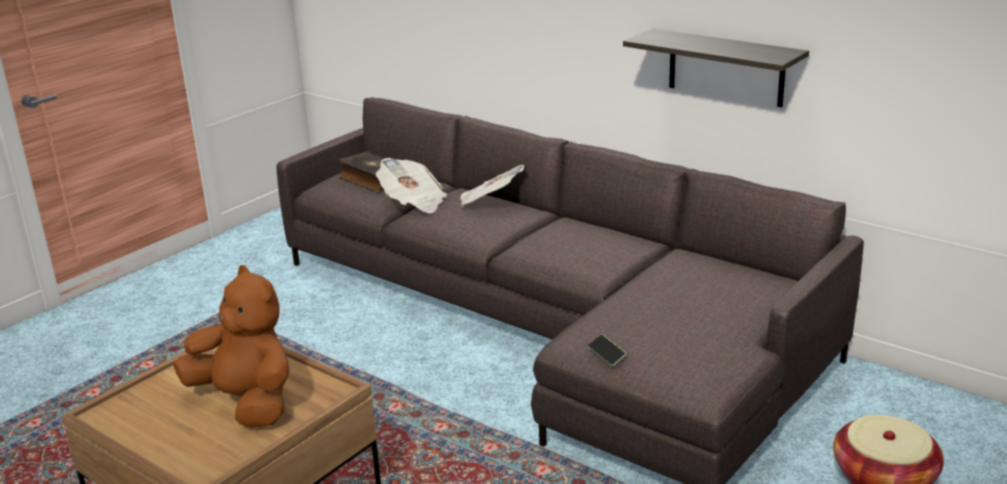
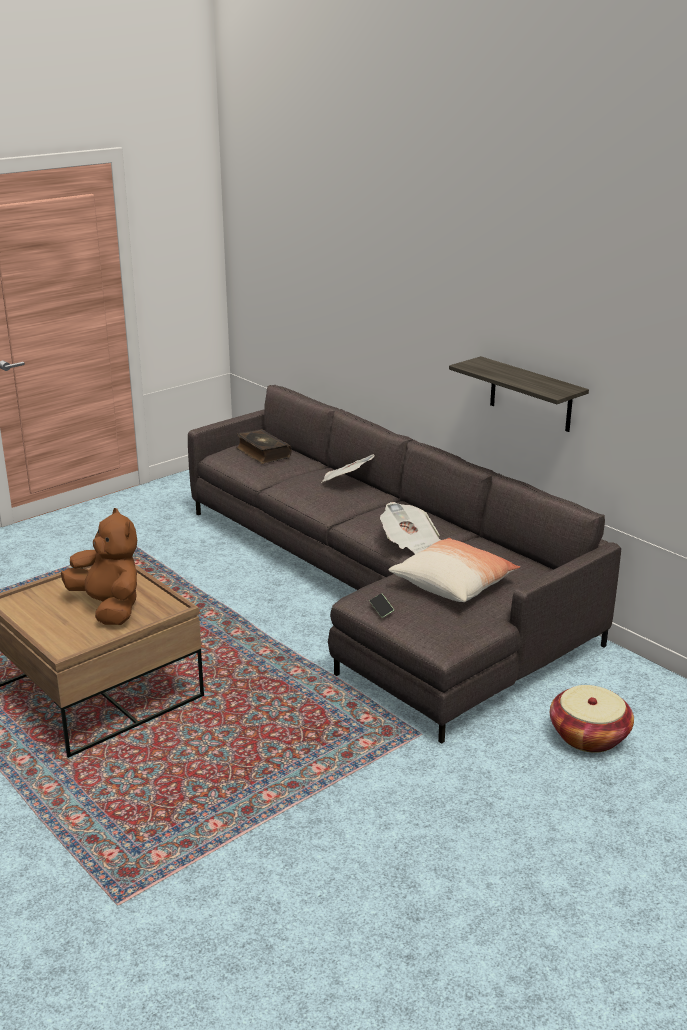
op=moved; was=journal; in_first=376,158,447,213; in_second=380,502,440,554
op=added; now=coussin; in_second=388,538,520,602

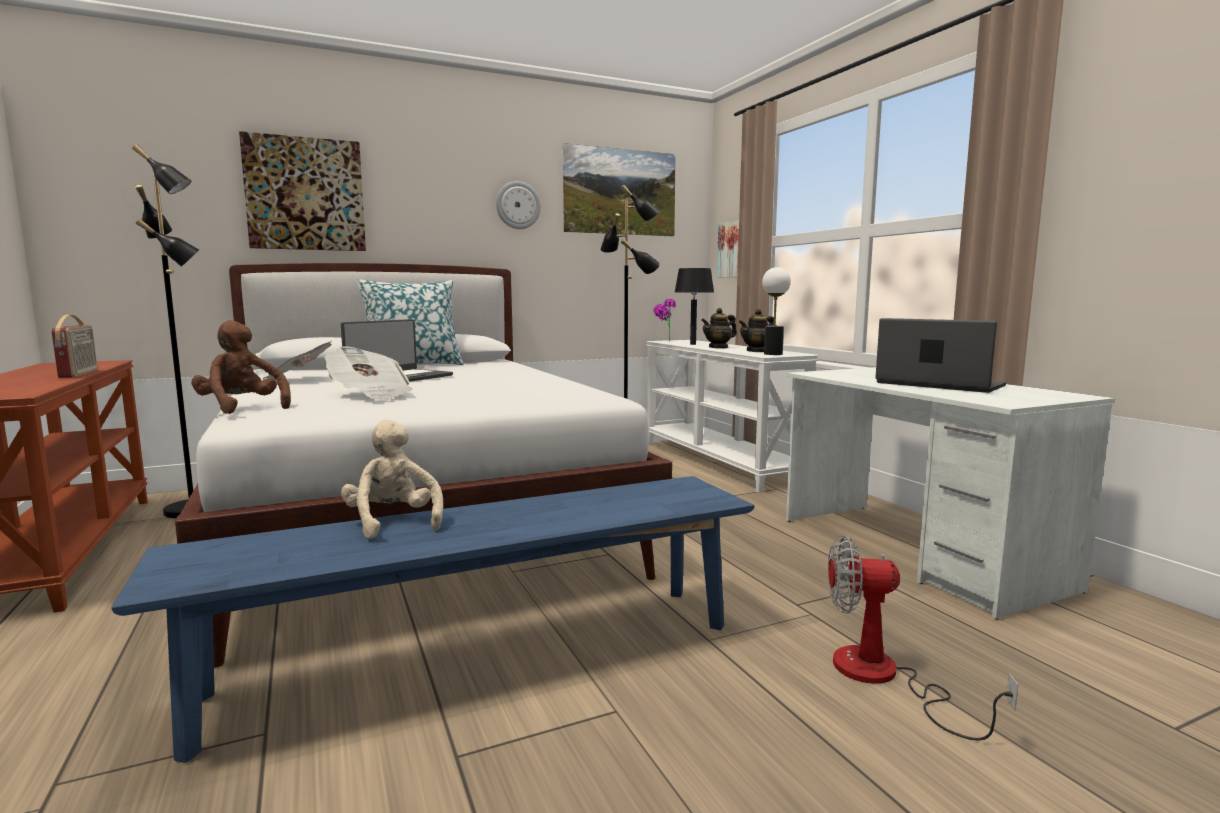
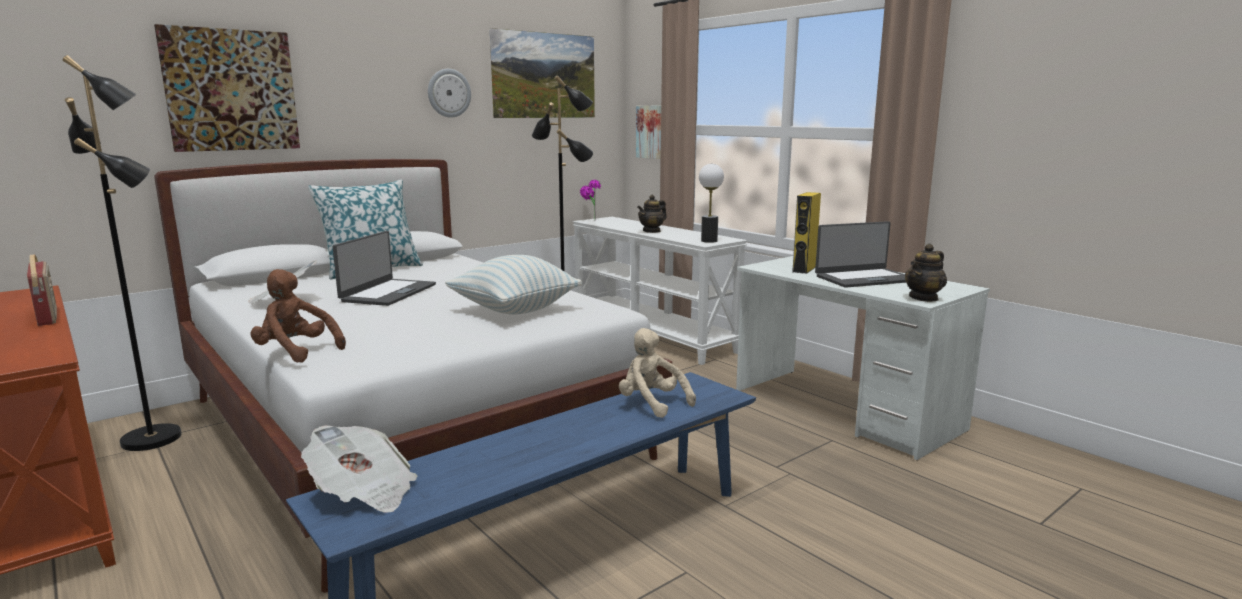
op=removed; was=lampe de table (noir); in_first=675,268,714,345
op=moved; was=théière; in_first=739,309,774,352; in_second=905,244,947,302
op=turned; was=ordinateur portable; in_first=875,318,1006,393; in_second=815,221,906,288; clockwise=135
op=moved; was=journal; in_first=324,346,413,401; in_second=301,425,417,513
op=moved; was=peluche (beige); in_first=341,420,443,539; in_second=619,328,696,418
op=removed; was=ventilateur; in_first=828,536,1019,740
op=added; now=enceinte (jaune); in_second=792,192,821,274
op=added; now=coussin; in_second=445,255,582,314

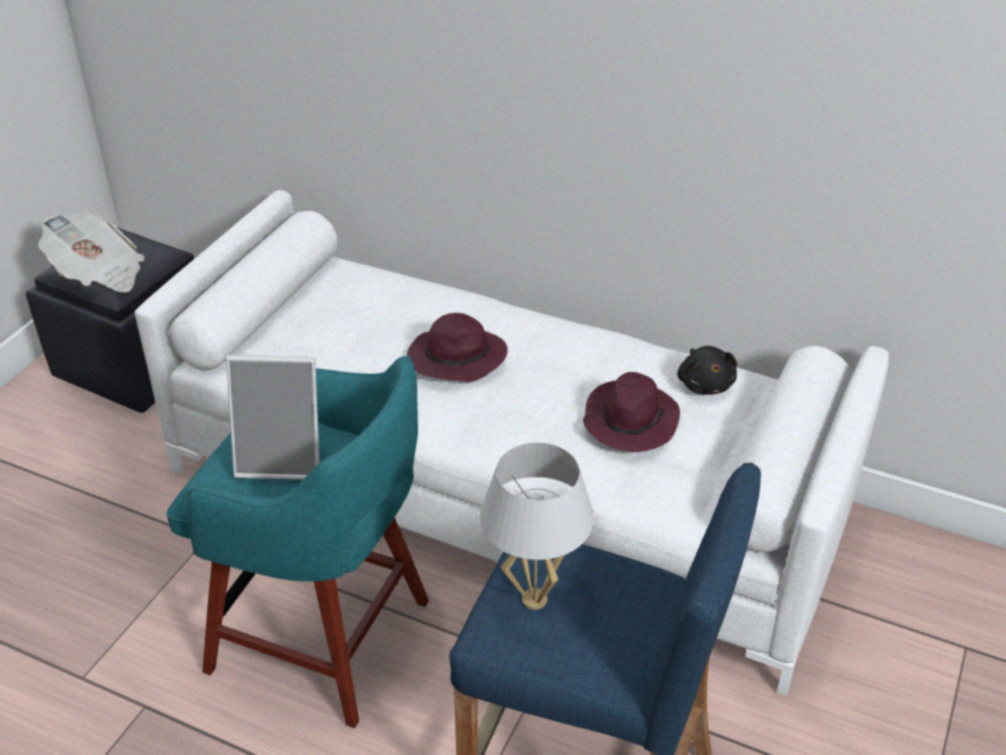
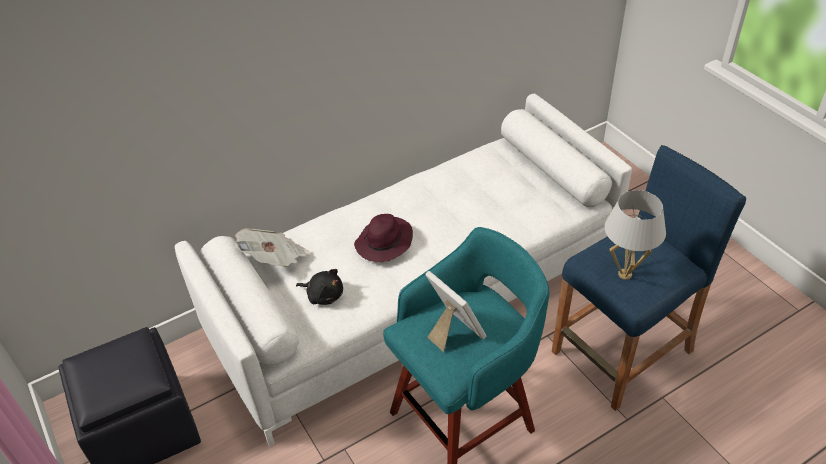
op=moved; was=journal; in_first=38,212,145,293; in_second=234,228,309,267
op=moved; was=peluche (noir); in_first=677,346,737,394; in_second=296,269,343,305
op=turned; was=cadre photo; in_first=226,355,319,480; in_second=425,271,486,352; clockwise=-75
op=removed; was=chapeau (violet); in_first=583,372,680,452

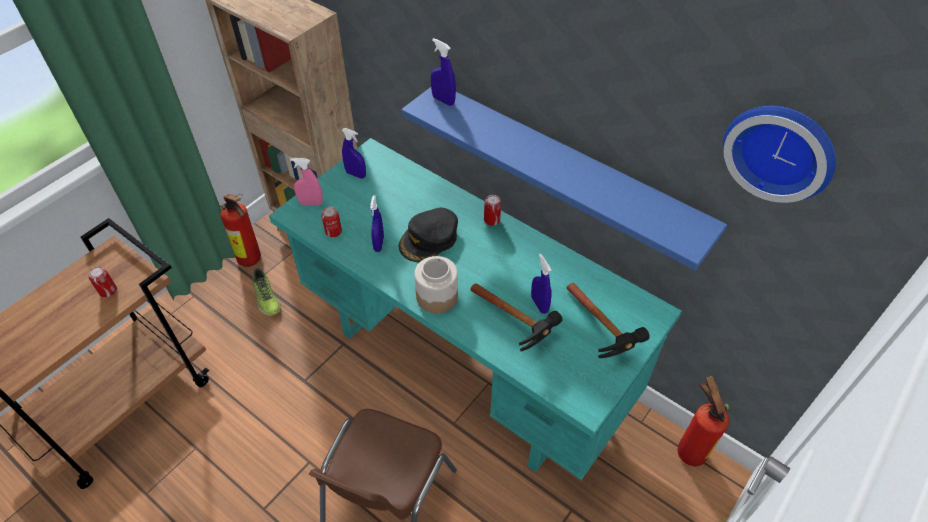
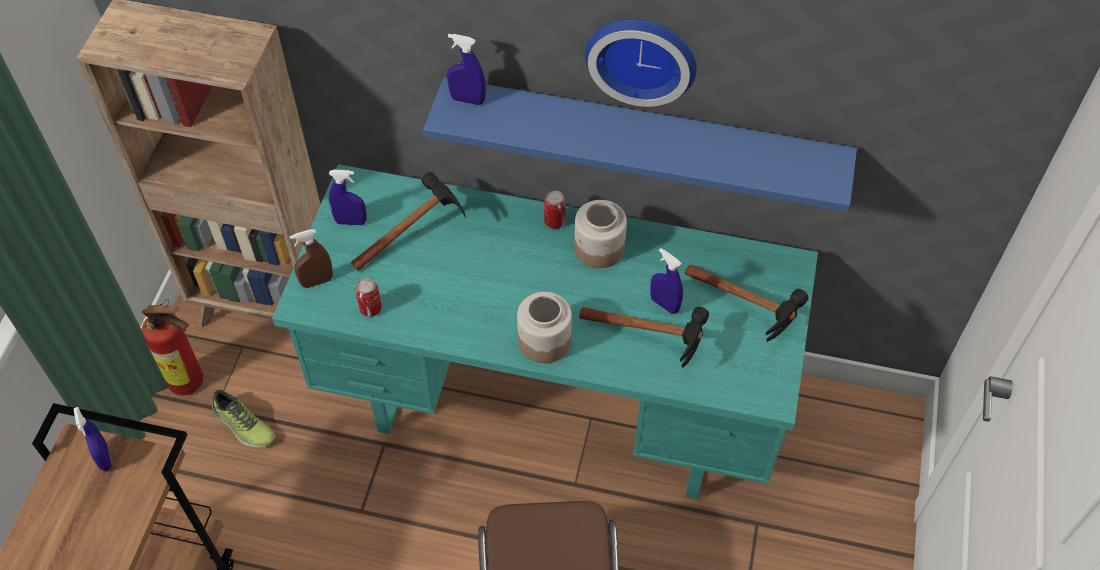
op=moved; was=horloge murale; in_first=723,106,836,203; in_second=585,19,697,107
op=recoloured; was=vaporisateur (rose); now=vaporisateur (marron); in_first=290,158,323,205; in_second=290,229,333,288
op=moved; was=vaporisateur (bleu); in_first=370,196,384,252; in_second=74,407,112,471
op=removed; was=casquette (noir); in_first=399,208,458,262
op=removed; was=boîte métallique; in_first=88,266,117,297
op=removed; was=extincteur; in_first=677,376,730,466
op=added; now=marteau; in_second=351,172,466,271
op=added; now=bocal; in_second=574,200,627,268

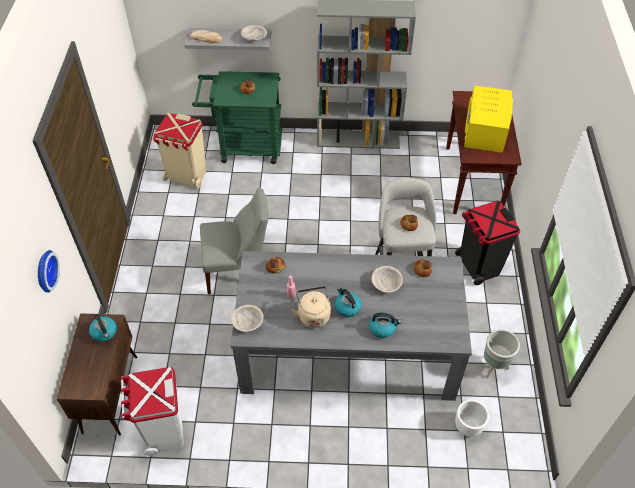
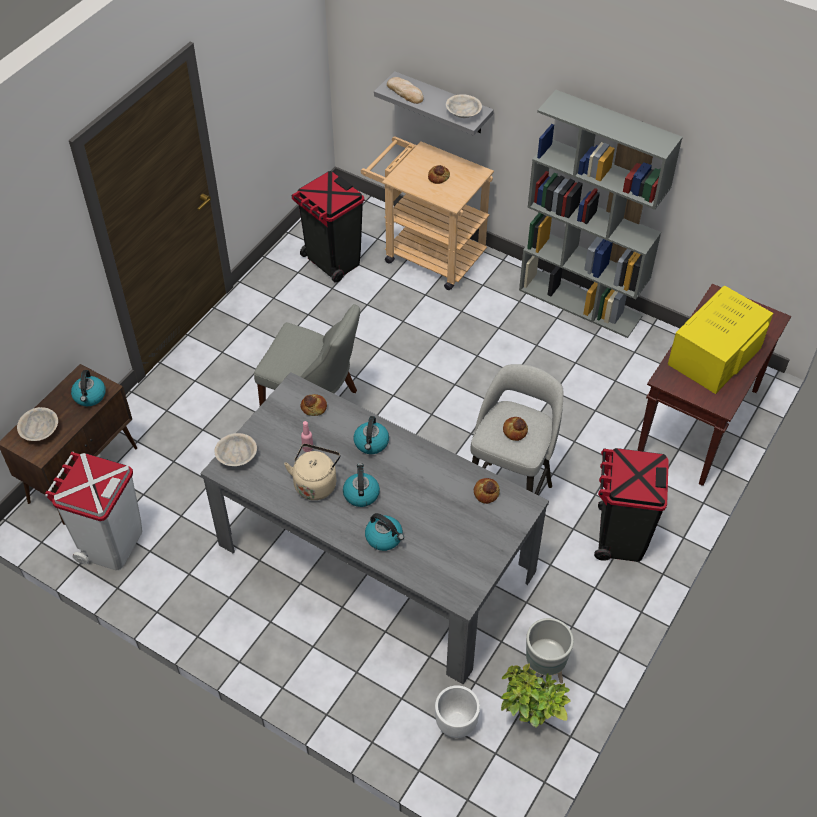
op=recoloured; was=chariot (vert); now=chariot (beige); in_first=192,71,282,164; in_second=361,136,494,290
op=recoloured; was=poubelle (beige); now=poubelle (noir); in_first=153,113,206,189; in_second=292,171,364,283
op=removed; was=horloge murale; in_first=38,250,60,293
op=moved; was=bol (beige); in_first=371,266,403,293; in_second=17,407,58,441
op=added; now=bouilloire; in_second=353,416,389,454
op=added; now=plante en pot; in_second=501,663,571,728

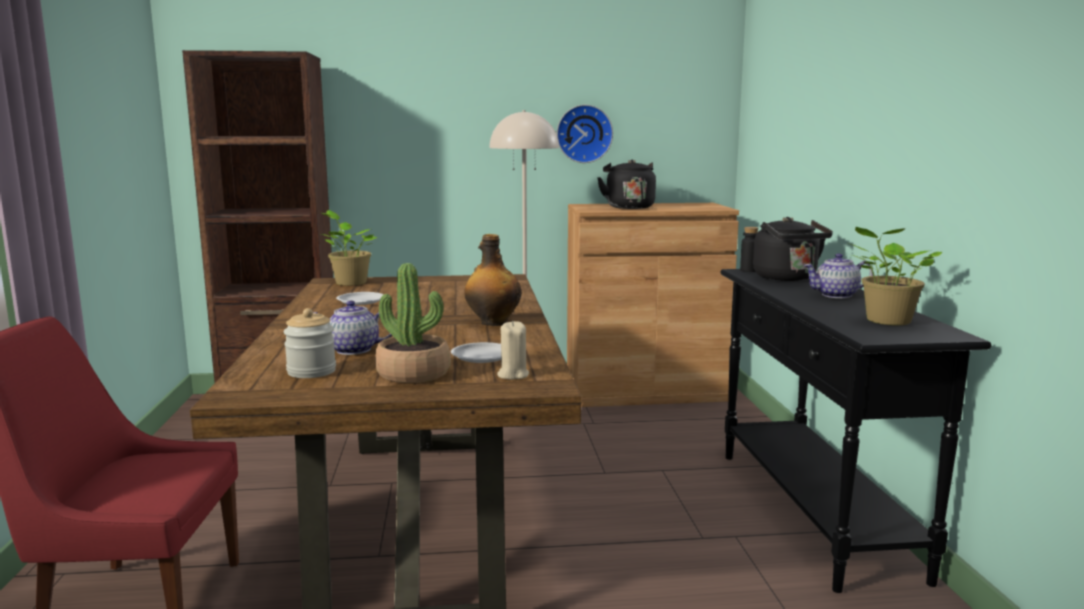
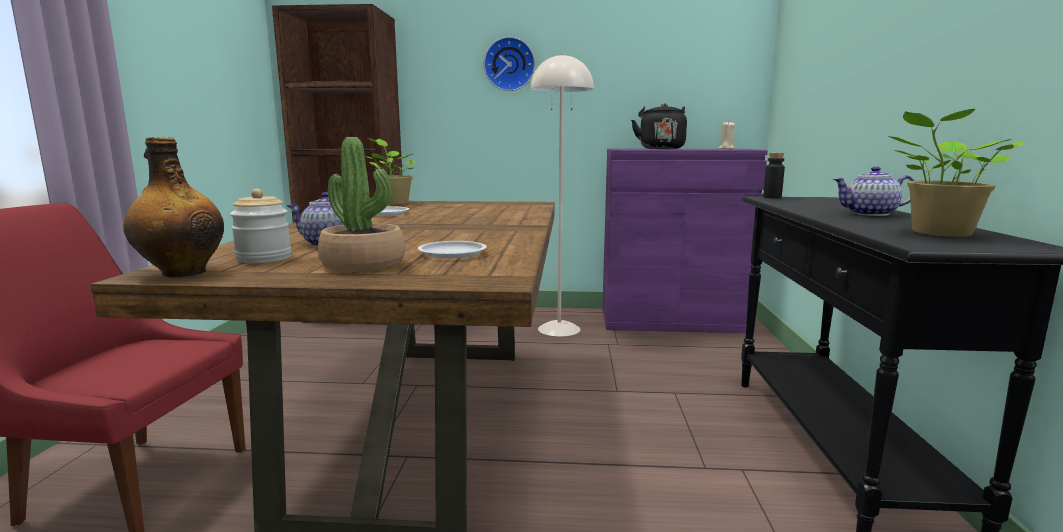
op=moved; was=horloge murale; in_first=557,105,613,163; in_second=484,37,535,91
op=recoloured; was=meuble de rangement (marron); now=meuble de rangement (violet); in_first=567,203,739,407; in_second=602,149,768,333
op=removed; was=bouilloire (noir); in_first=753,217,833,281
op=moved; was=bouteille; in_first=464,234,522,326; in_second=123,137,224,277
op=moved; was=bougie (beige); in_first=497,321,529,380; in_second=718,121,735,149

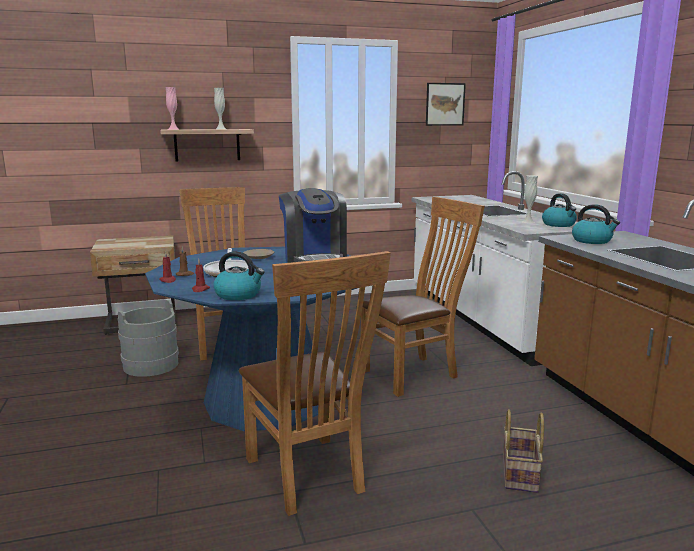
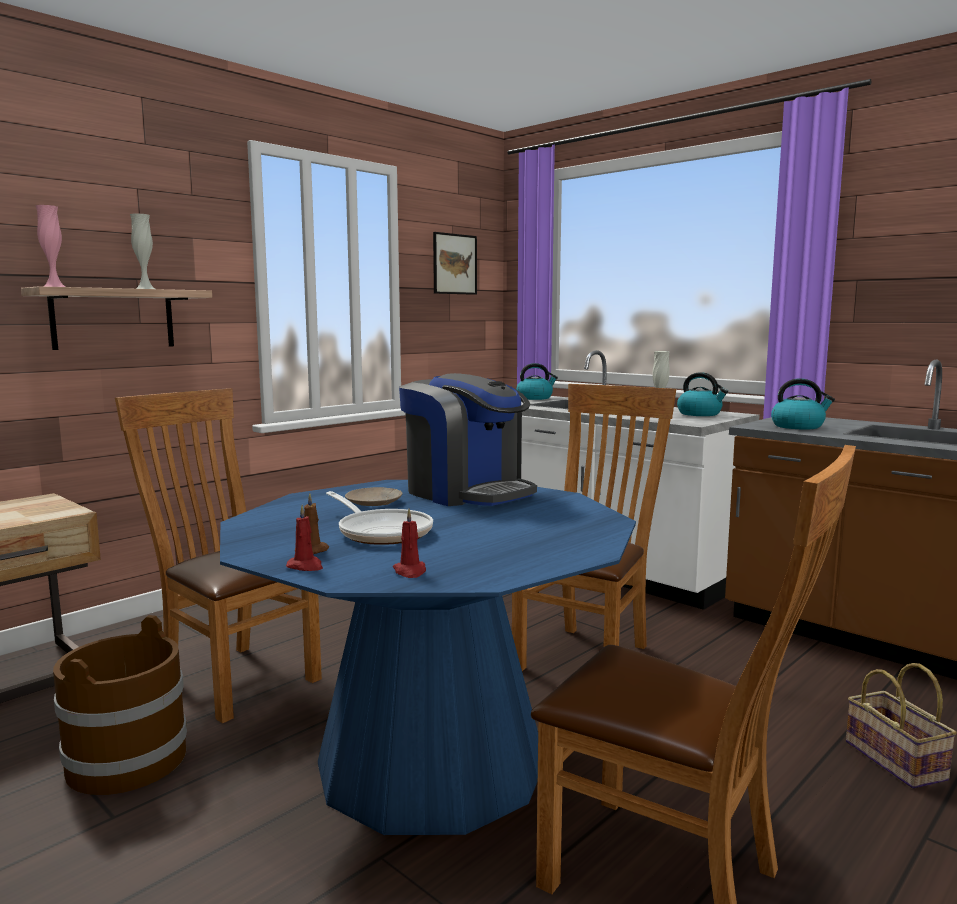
op=moved; was=bouilloire; in_first=213,251,265,300; in_second=516,363,558,400
op=recoloured; was=seau (gris); now=seau (marron); in_first=118,299,179,377; in_second=53,615,187,795

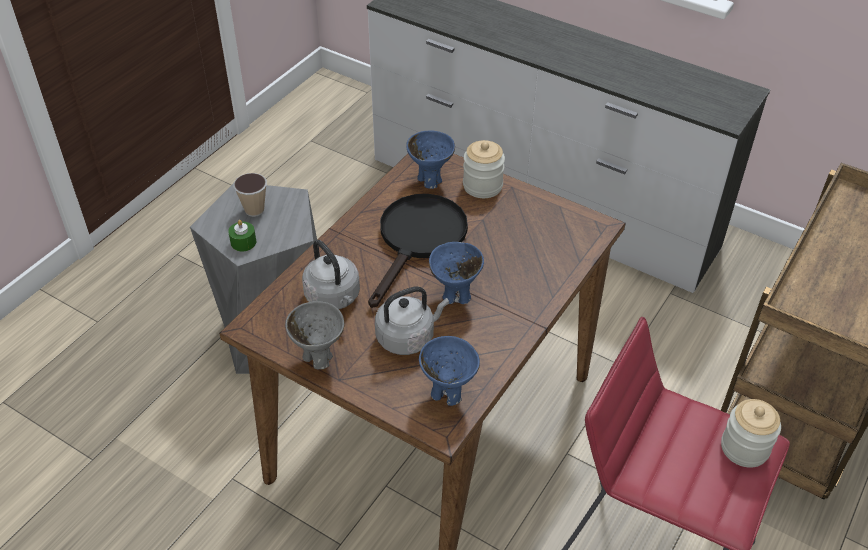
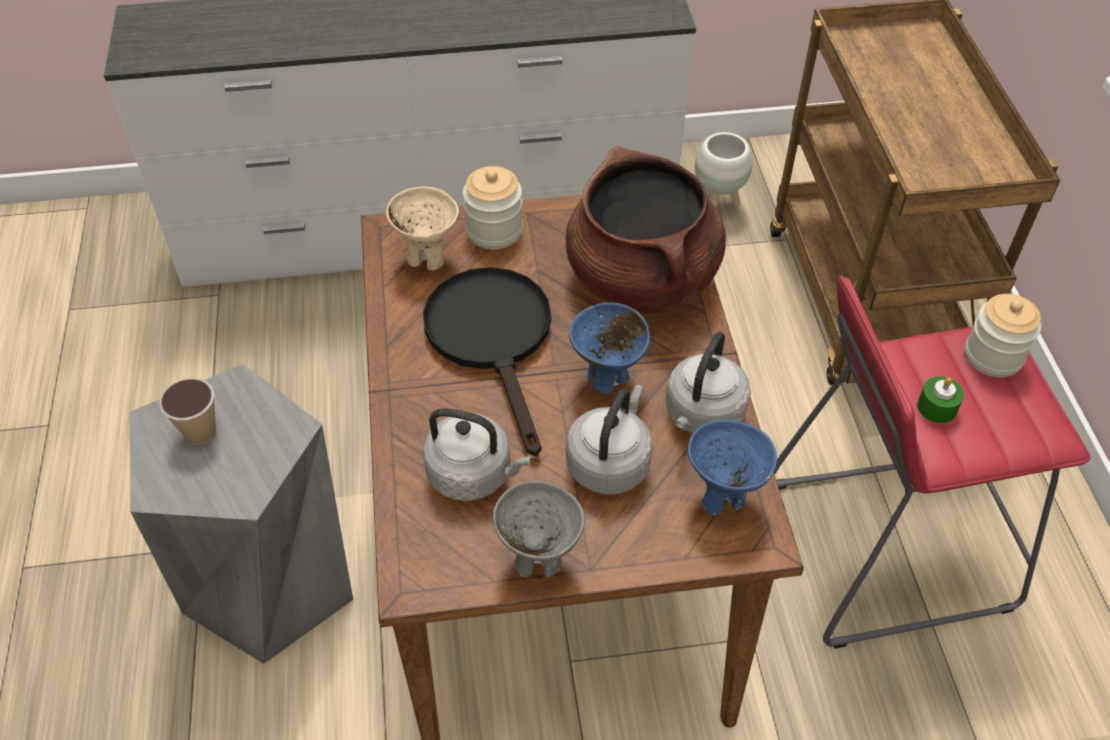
op=recoloured; was=bol (bleu); now=bol (beige); in_first=406,131,455,189; in_second=386,186,459,271
op=moved; was=bougie (vert); in_first=228,220,256,252; in_second=917,376,964,423
op=added; now=cache-pot (blanc); in_second=695,132,752,208
op=added; now=marmite (marron); in_second=566,146,726,313
op=added; now=bouilloire (gris); in_second=666,331,751,434

